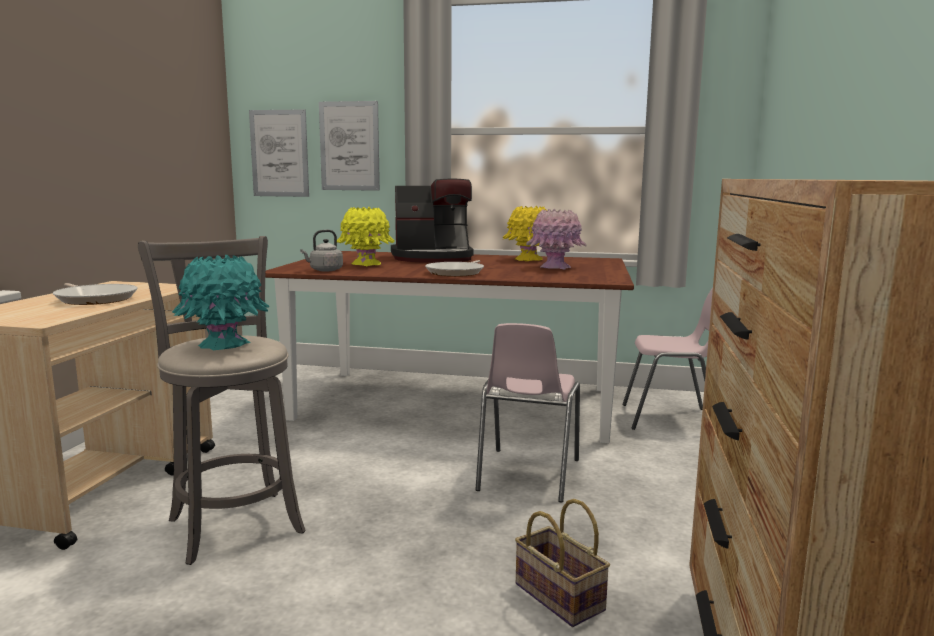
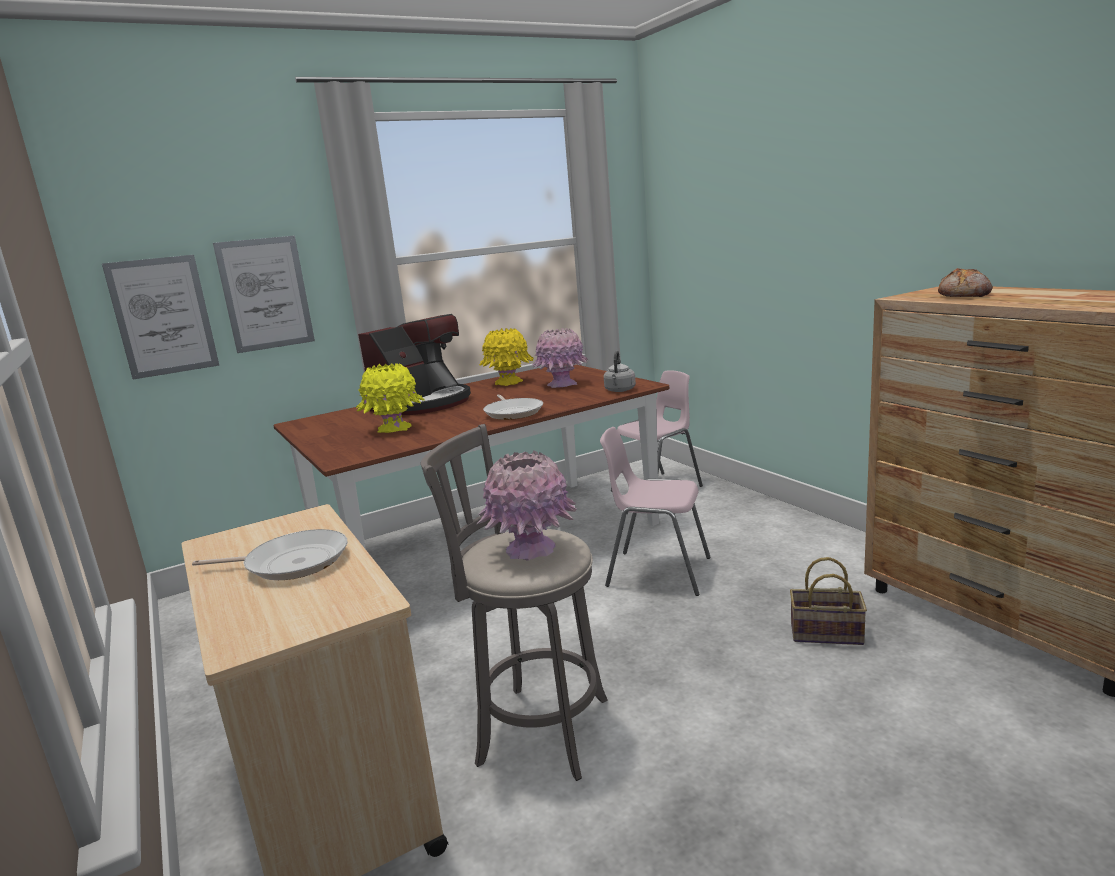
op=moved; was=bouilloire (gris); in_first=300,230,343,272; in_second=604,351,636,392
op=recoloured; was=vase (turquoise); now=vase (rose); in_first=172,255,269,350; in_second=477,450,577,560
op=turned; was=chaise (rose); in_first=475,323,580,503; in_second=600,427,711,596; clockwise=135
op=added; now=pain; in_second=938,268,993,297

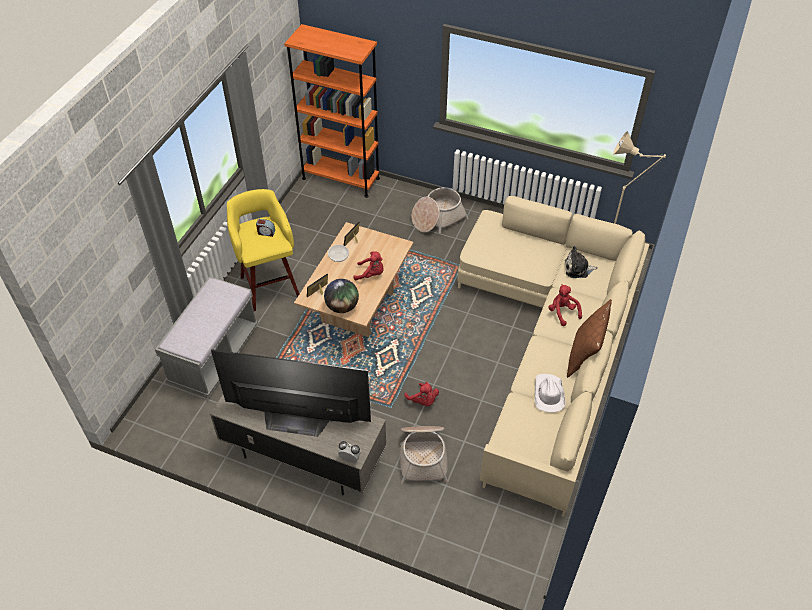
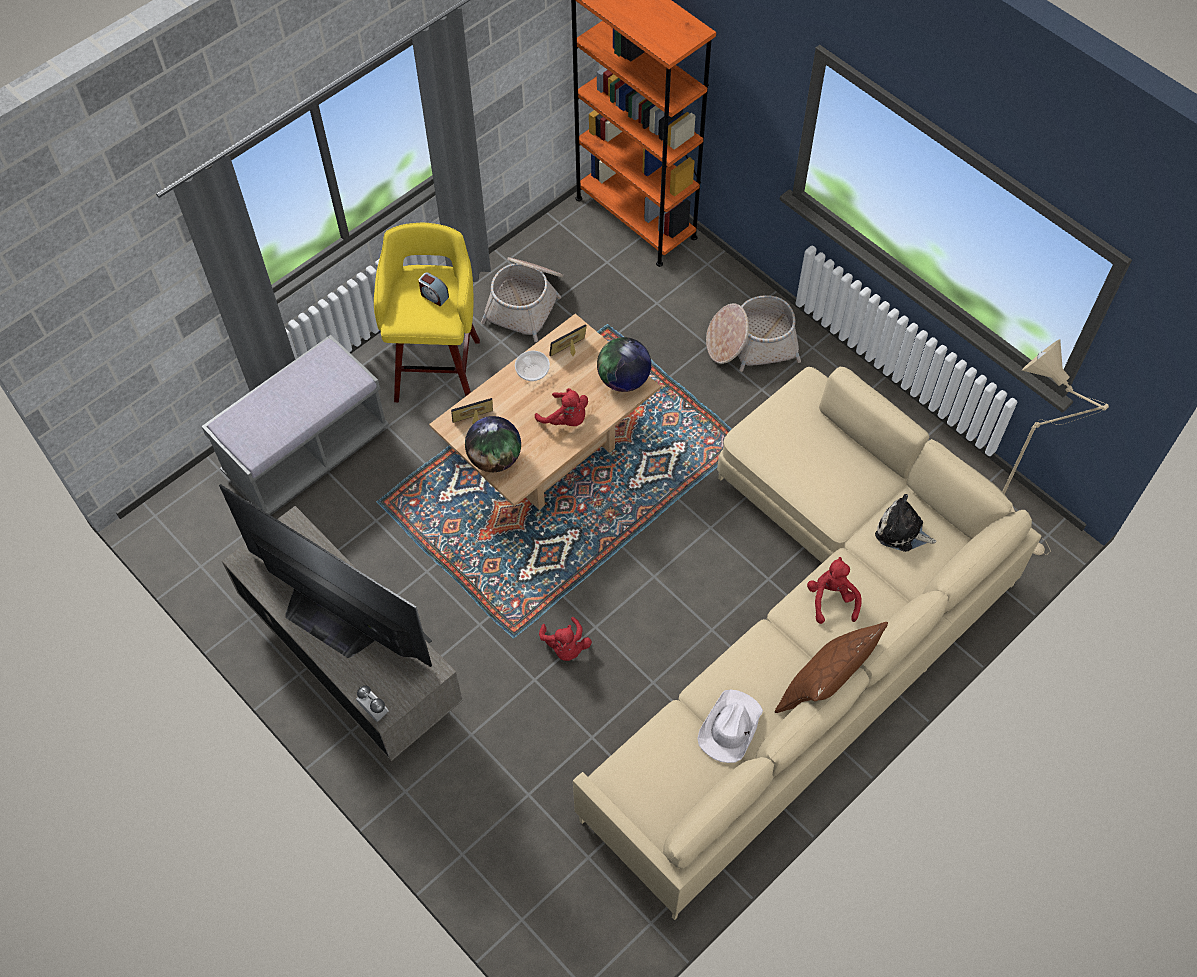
op=moved; was=panier; in_first=400,426,448,484; in_second=481,257,564,342
op=added; now=globe; in_second=597,337,651,392

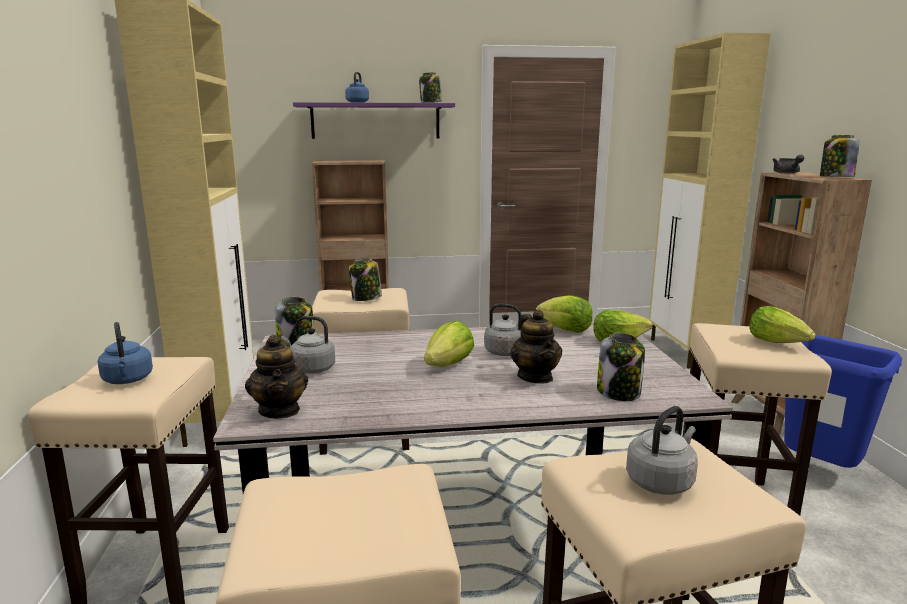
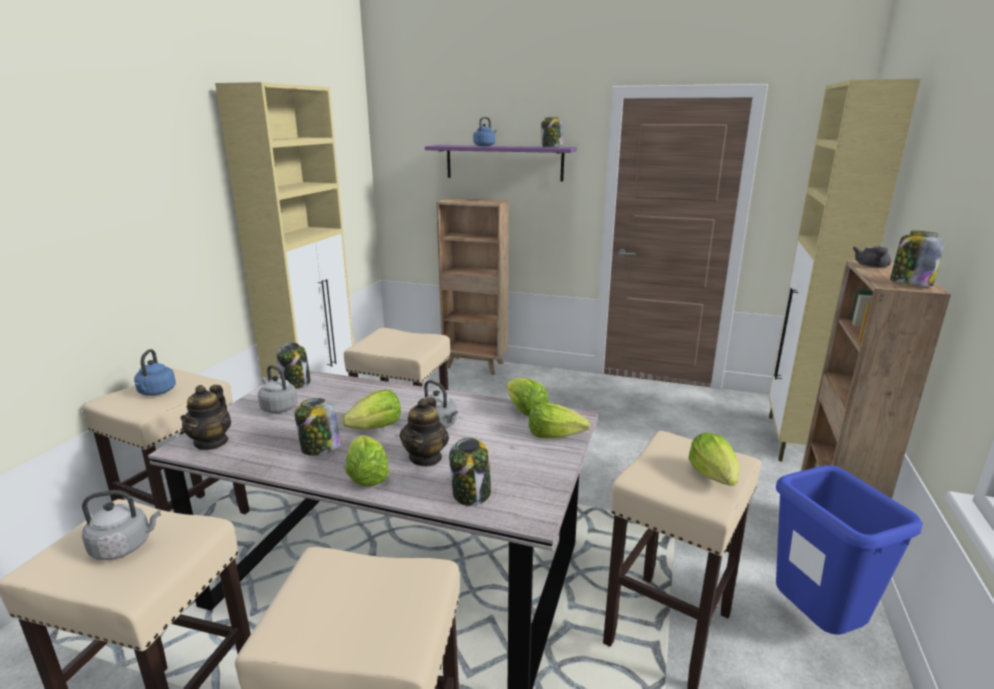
op=moved; was=bocal; in_first=349,258,382,301; in_second=295,398,341,456
op=moved; was=bouilloire (gris); in_first=626,406,698,495; in_second=82,490,161,560
op=added; now=laitue; in_second=345,435,389,486

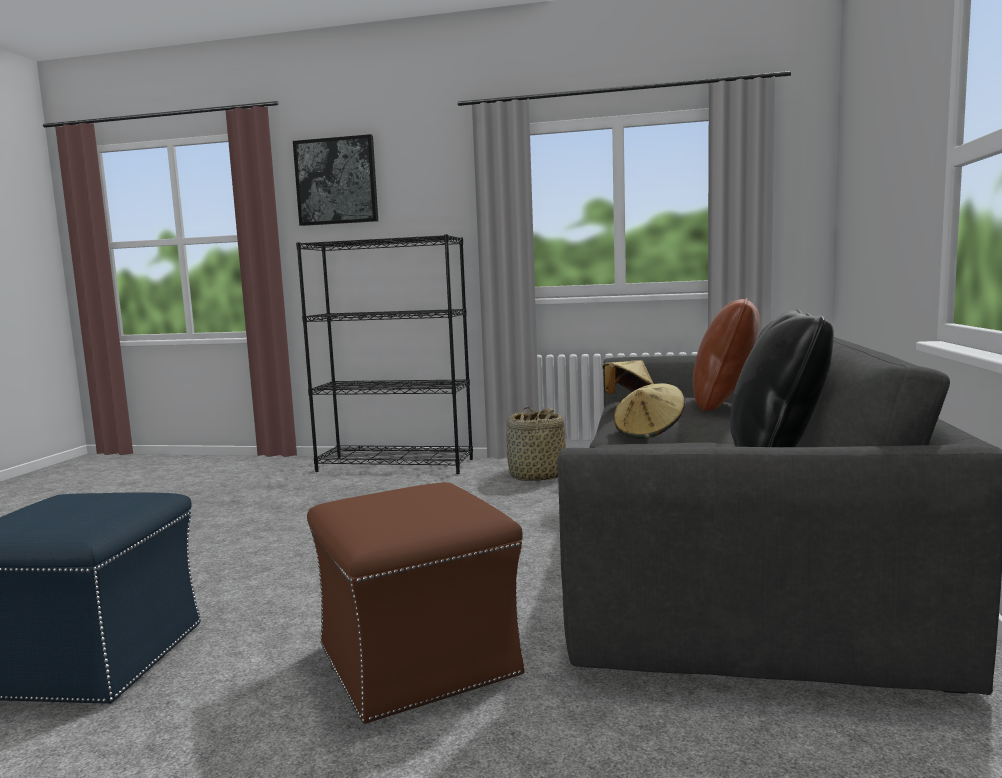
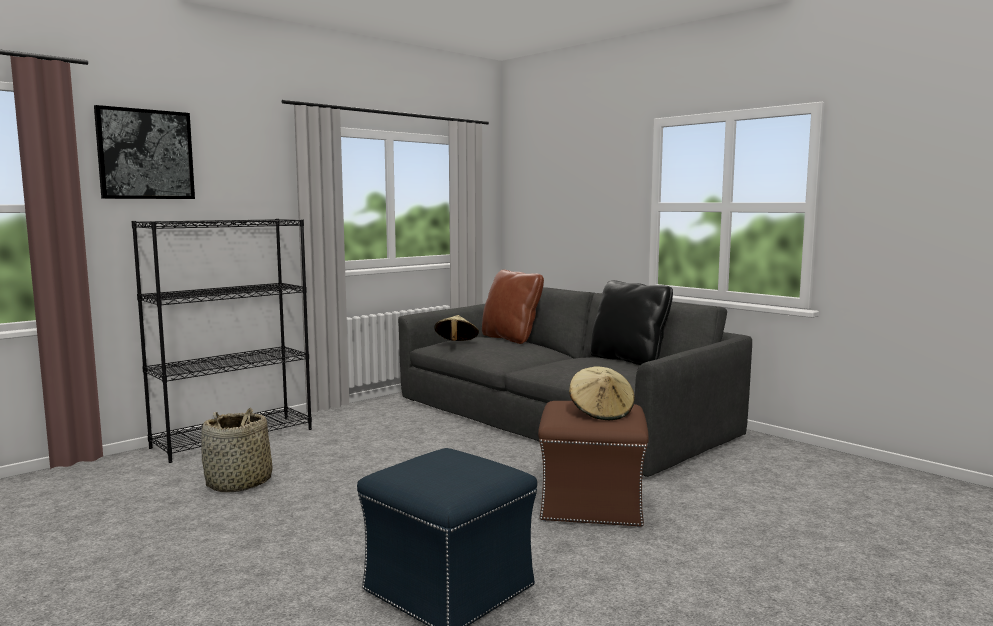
op=moved; was=chapeau (beige); in_first=614,383,685,439; in_second=569,367,635,420
op=moved; was=panier; in_first=506,407,566,481; in_second=201,408,272,492

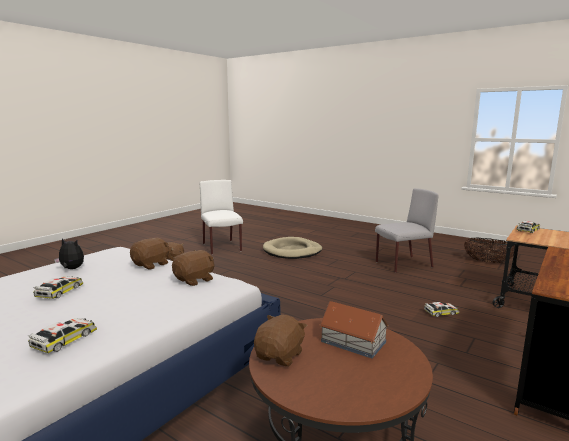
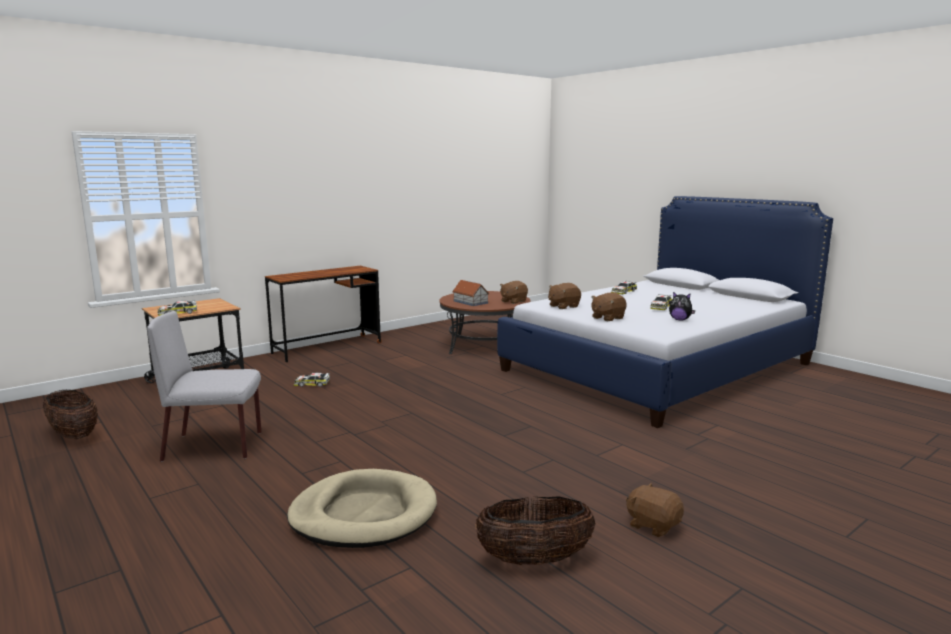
op=replaced; was=chaise (blanc); now=panier; in_first=200,180,243,255; in_second=475,496,596,565

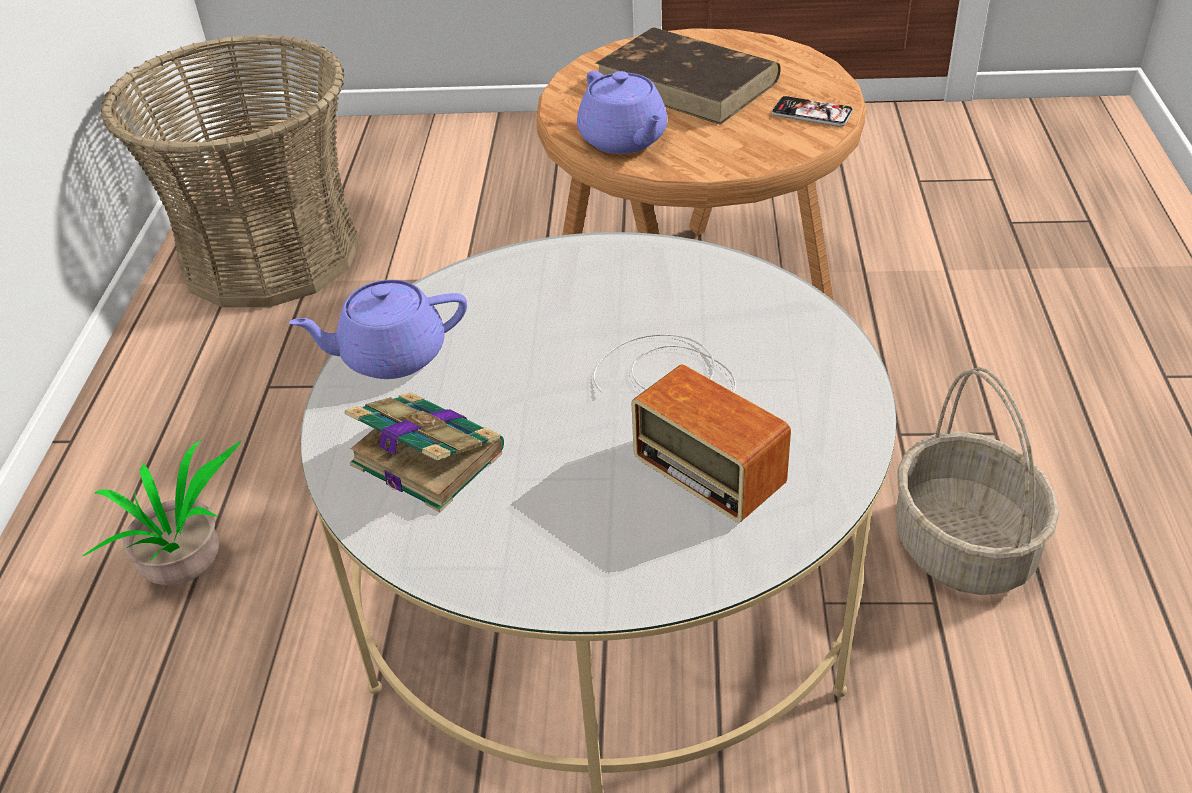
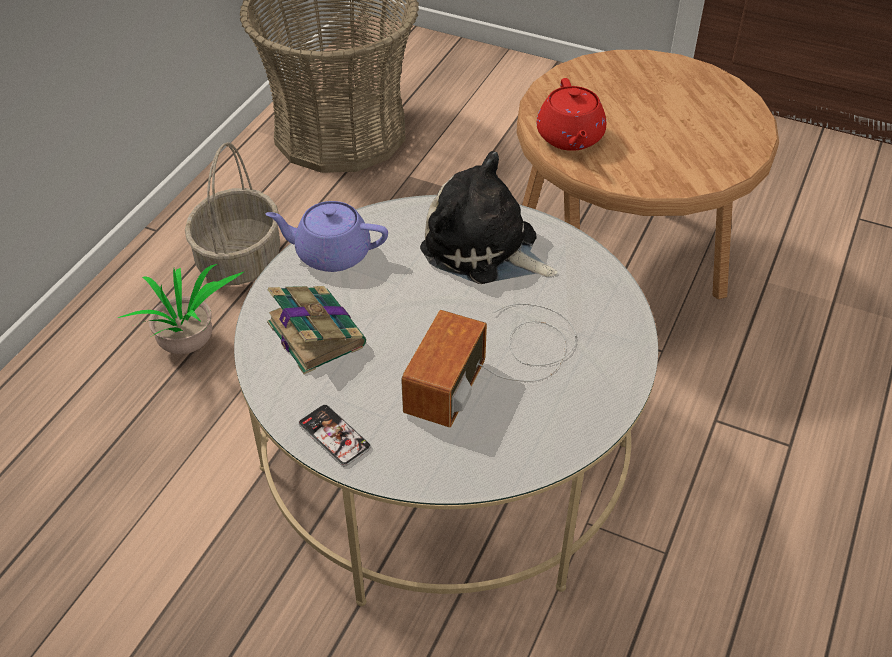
op=removed; was=livre (marron); in_first=596,27,781,125
op=recoloured; was=théière (violet); now=théière (rouge); in_first=577,70,667,154; in_second=536,78,606,151
op=moved; was=téléphone; in_first=771,95,853,127; in_second=298,405,371,466
op=turned; was=radio; in_first=593,334,791,522; in_second=401,303,577,428; clockwise=45
op=moved; was=panier; in_first=896,367,1059,595; in_second=185,142,280,286
op=added; now=peluche; in_second=420,151,558,284

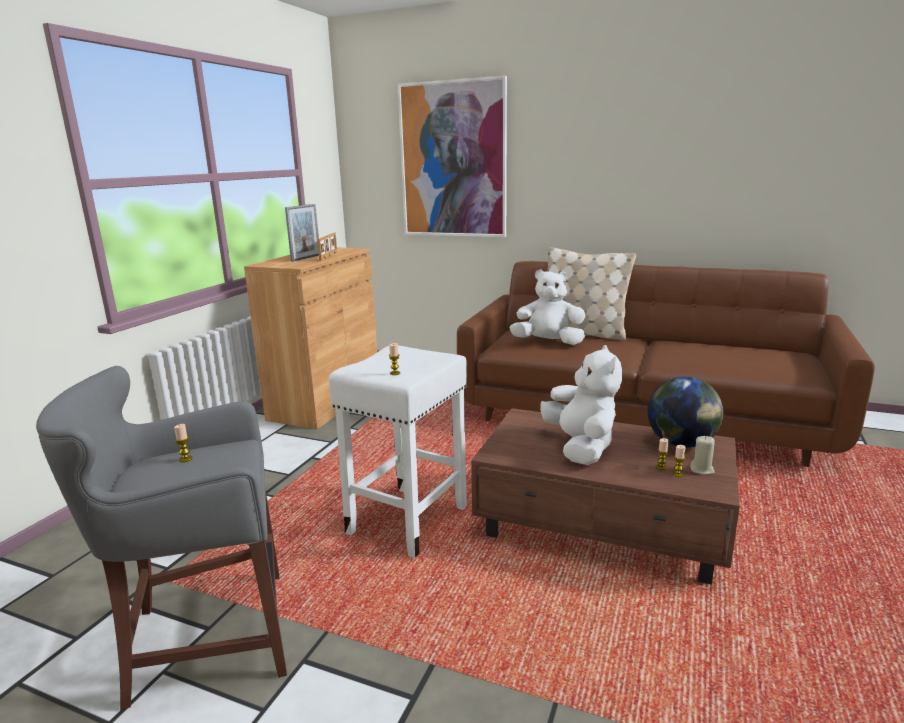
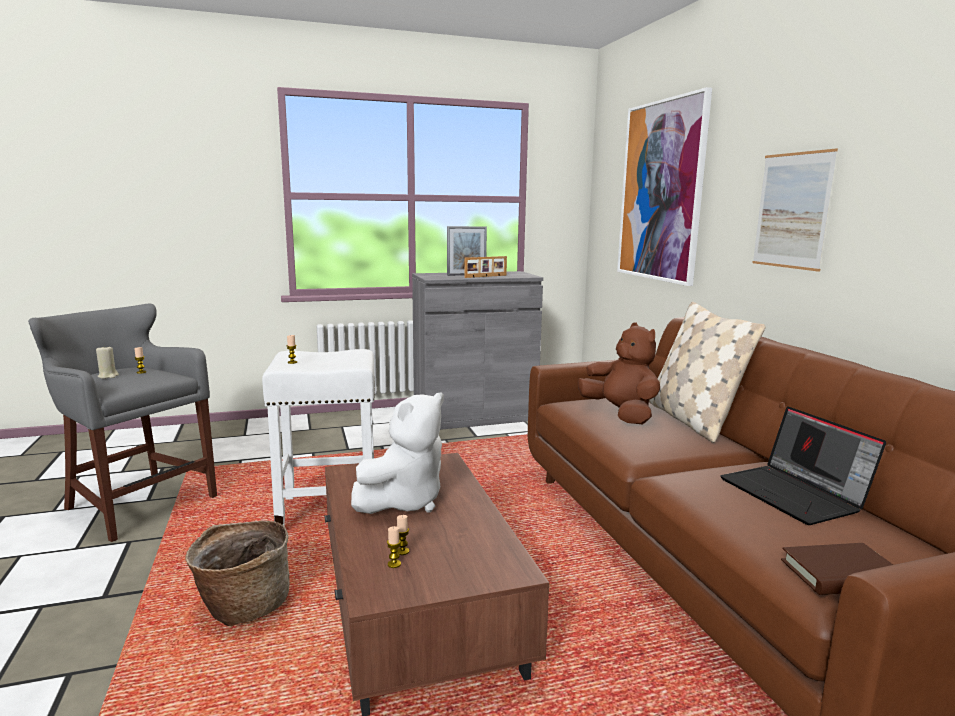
op=recoloured; was=meuble de rangement (marron); now=meuble de rangement (gris); in_first=244,248,377,430; in_second=412,271,543,430
op=recoloured; was=peluche (blanc); now=peluche (marron); in_first=510,269,586,345; in_second=578,323,660,424
op=removed; was=globe; in_first=647,376,724,447
op=moved; was=bougie (beige); in_first=690,436,715,475; in_second=96,345,119,379
op=added; now=tableau; in_second=753,149,838,272
op=added; now=ordinateur portable; in_second=720,406,886,525
op=added; now=panier; in_second=185,520,290,626
op=added; now=livre (marron); in_second=781,543,893,595

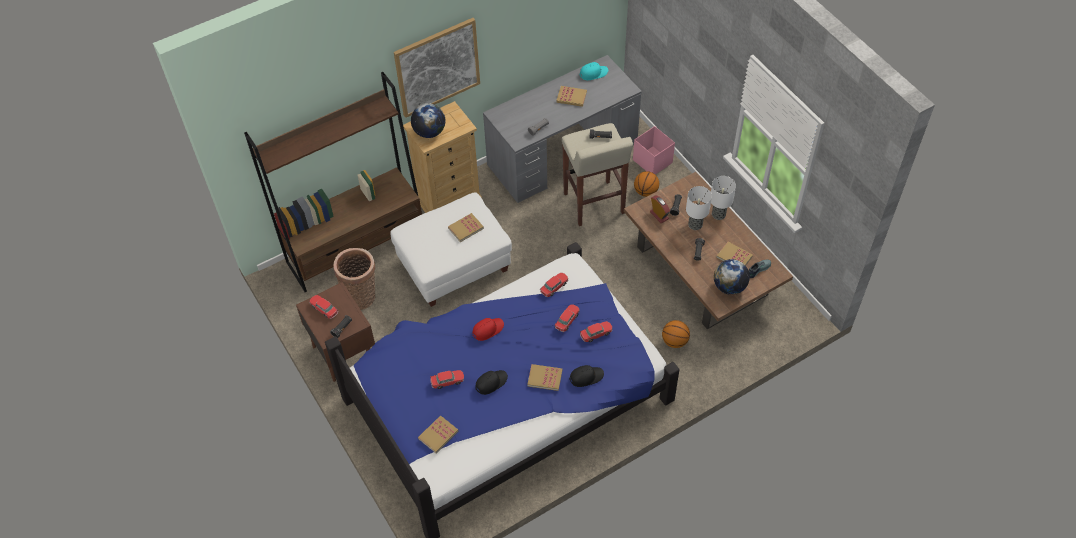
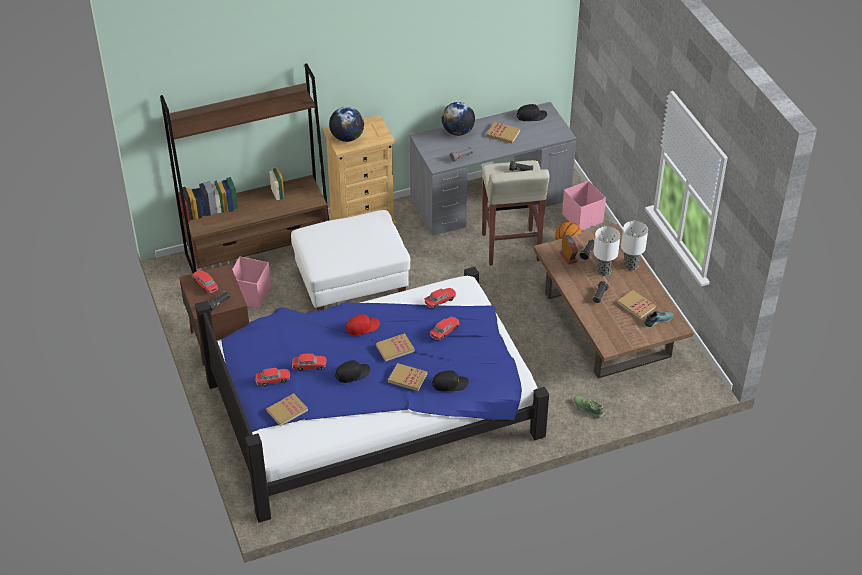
op=removed; was=tableau; in_first=394,18,480,118
op=recoloured; was=casquette (turquoise); now=casquette (noir); in_first=579,62,608,80; in_second=516,104,547,121
op=moved; was=livre; in_first=448,213,484,242; in_second=376,333,415,362
op=replaced; was=panier; now=boîte de rangement (rose); in_first=333,248,375,310; in_second=232,256,271,308
op=moved; was=globe; in_first=714,259,750,295; in_second=442,102,475,136
op=removed; was=ballon de basket; in_first=662,320,690,348
op=moved; was=petite voiture; in_first=580,321,612,342; in_second=255,368,290,387
op=added; now=chaussure; in_second=574,396,604,418

